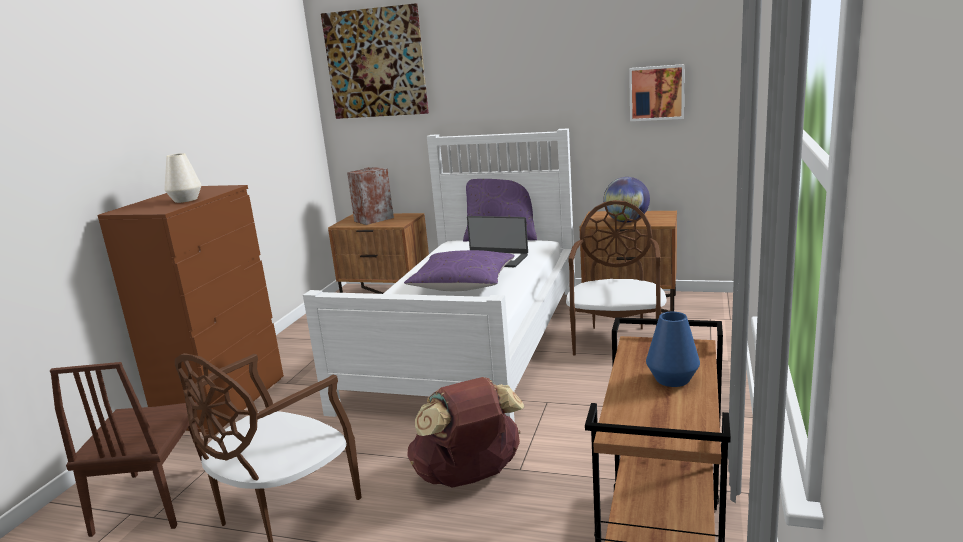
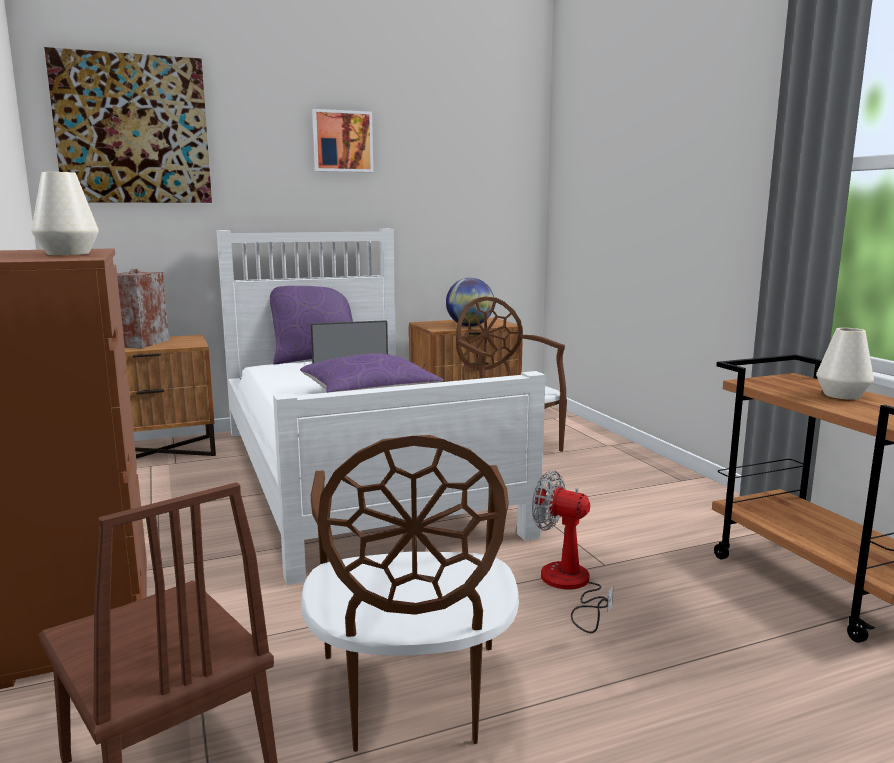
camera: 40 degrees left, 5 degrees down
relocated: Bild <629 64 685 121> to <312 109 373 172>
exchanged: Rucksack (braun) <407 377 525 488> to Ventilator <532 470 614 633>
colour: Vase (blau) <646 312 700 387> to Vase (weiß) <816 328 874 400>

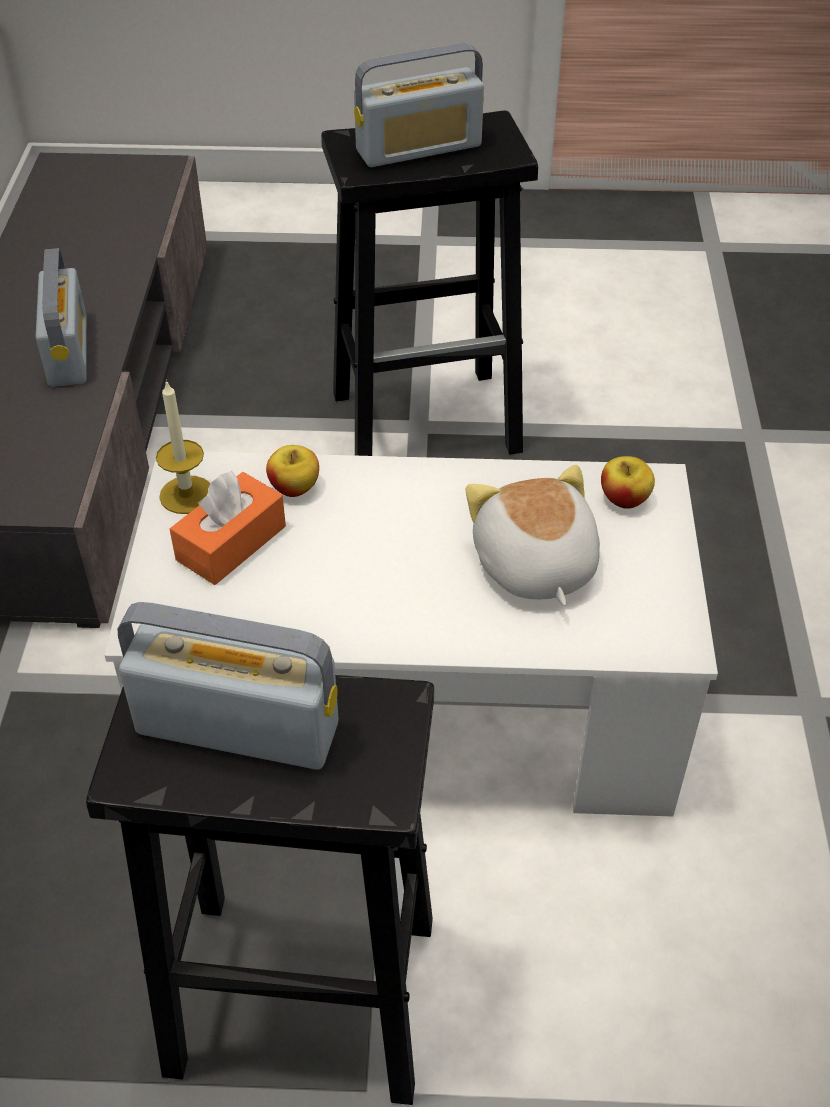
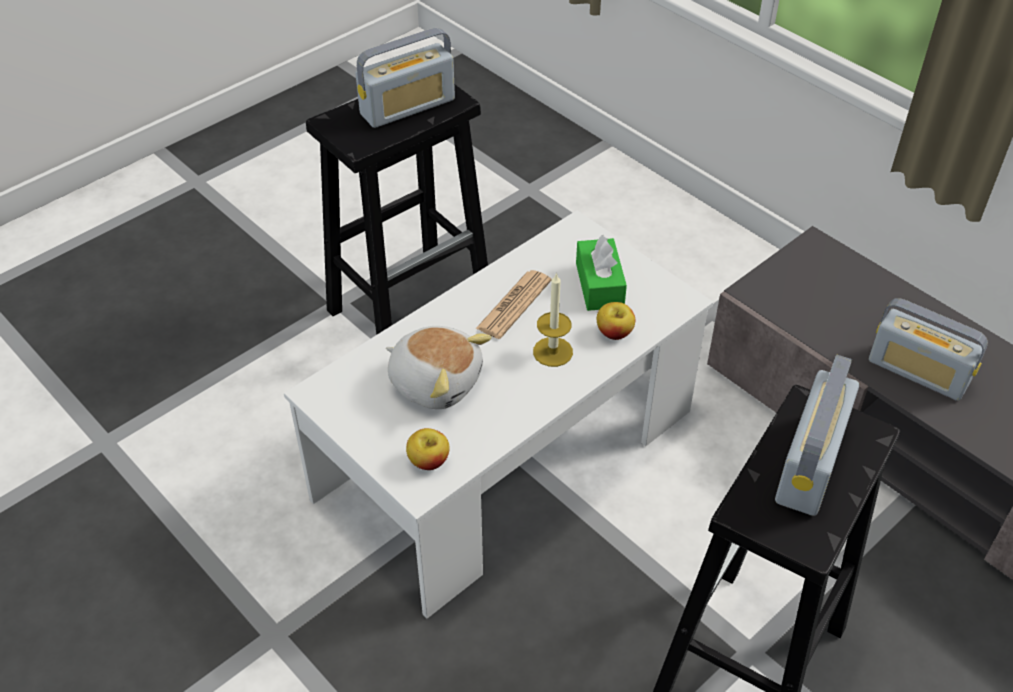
camera: 135 degrees right, 0 degrees up
appeared: Zeitung <476 270 552 339>
relocated: Kerze <156 380 211 514> to <533 272 573 367>
colour: Taschentuchbox (orange) <170 471 286 585> to Taschentuchbox (grün) <576 235 627 311>

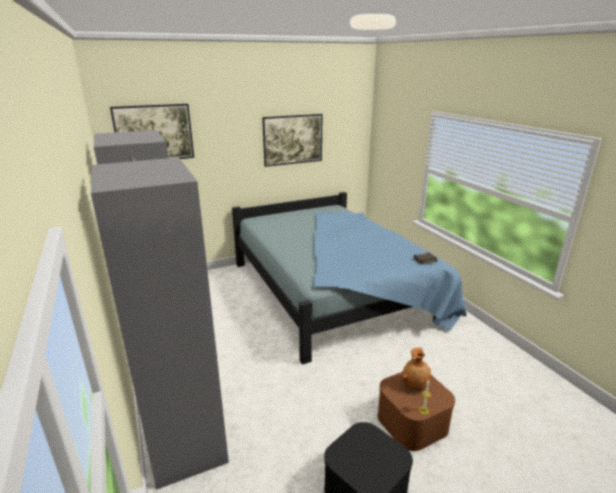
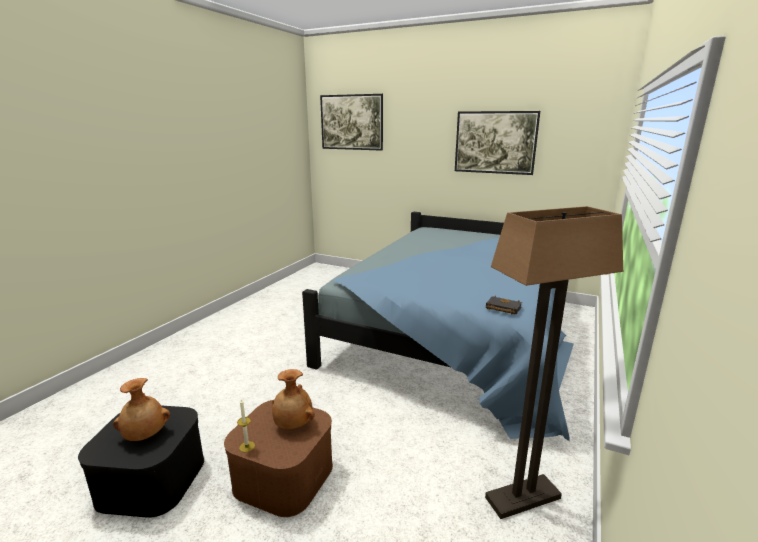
camera: 50 degrees right, 5 degrees down
missing: Kleiderschrank (grau) <91 130 229 490>
appeared: Stehlampe <485 206 623 519>; Vase (braun) <113 378 170 441>

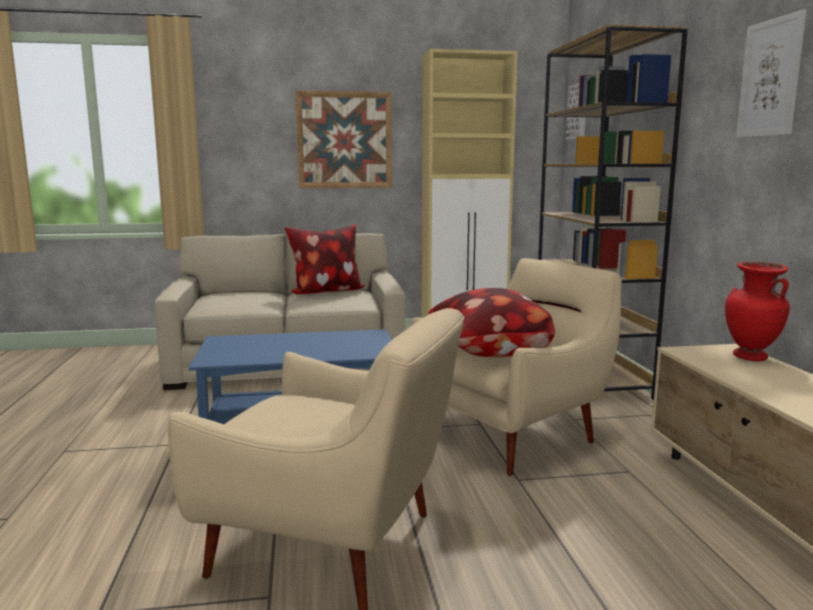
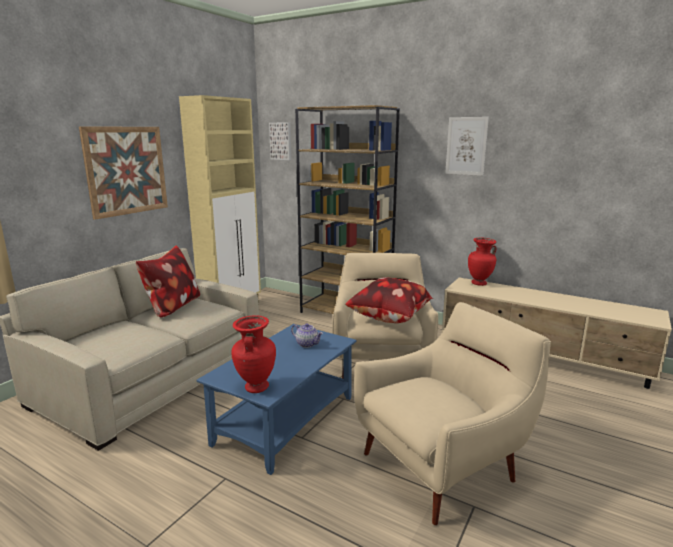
camera: 50 degrees left, 5 degrees up
appeared: Vase (rot) <231 315 276 393>; Teekanne <291 323 323 348>

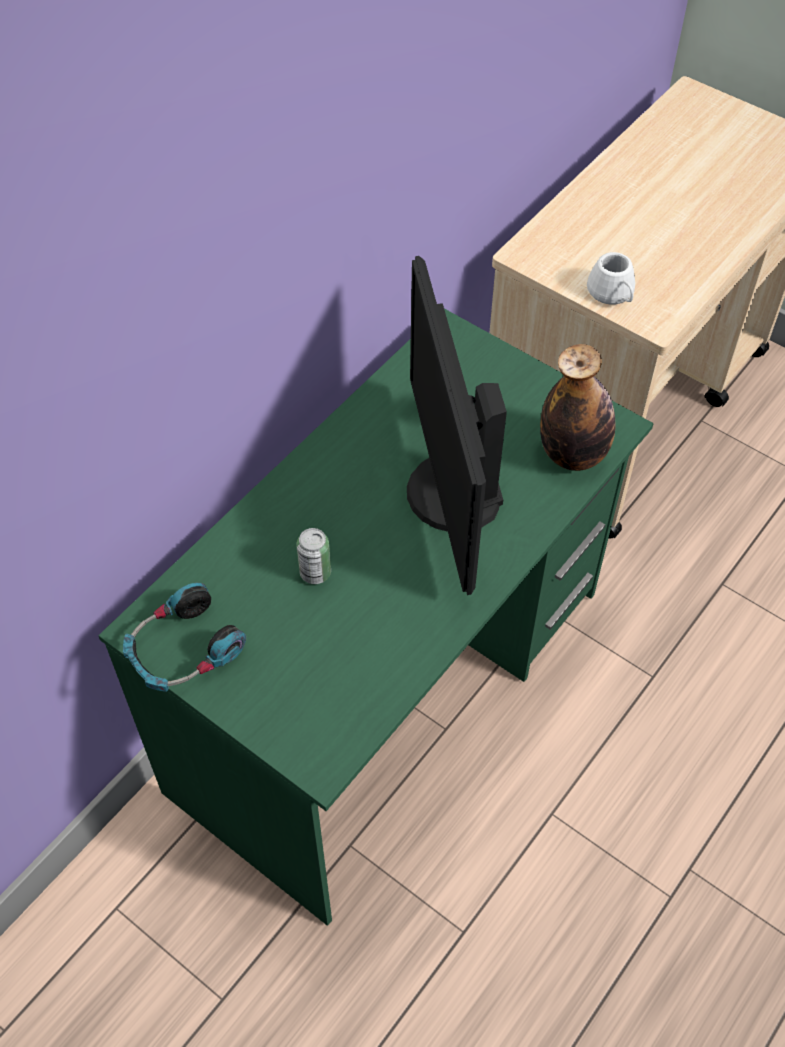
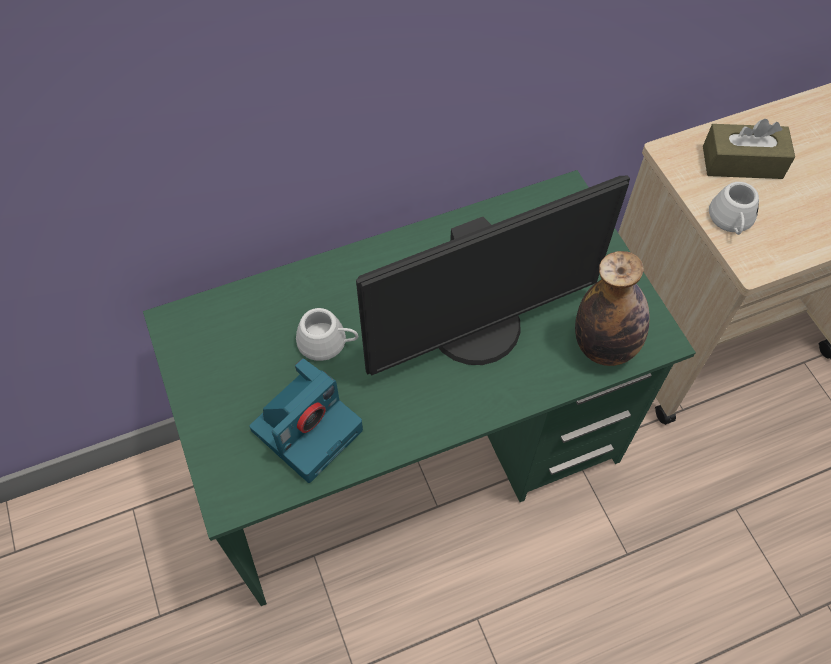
camera: 30 degrees right, 5 degrees up
missing: Kopfhörer <123 583 246 692>
appeared: Taschentuchbox (braun) <703 119 795 179>; Kamera <249 358 363 483>
exchanged: Dose <296 528 331 584> to Henkelbecher (weiß) <296 308 358 361>
spun: Monitor <407 256 507 595> = <356 176 630 376> 135 degrees counterclockwise

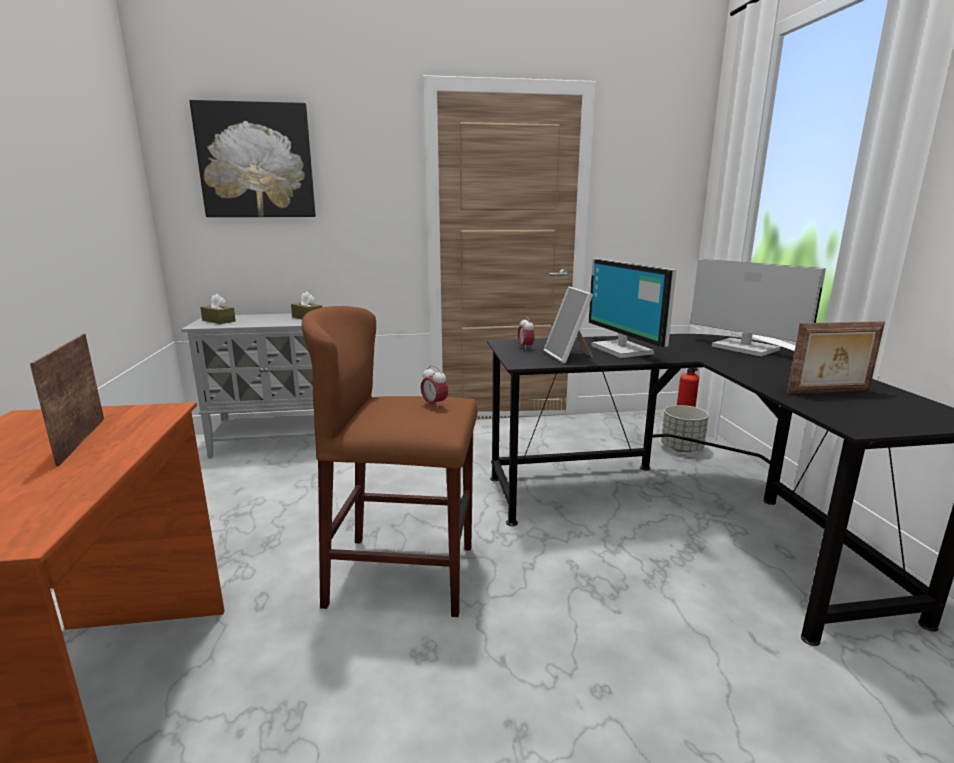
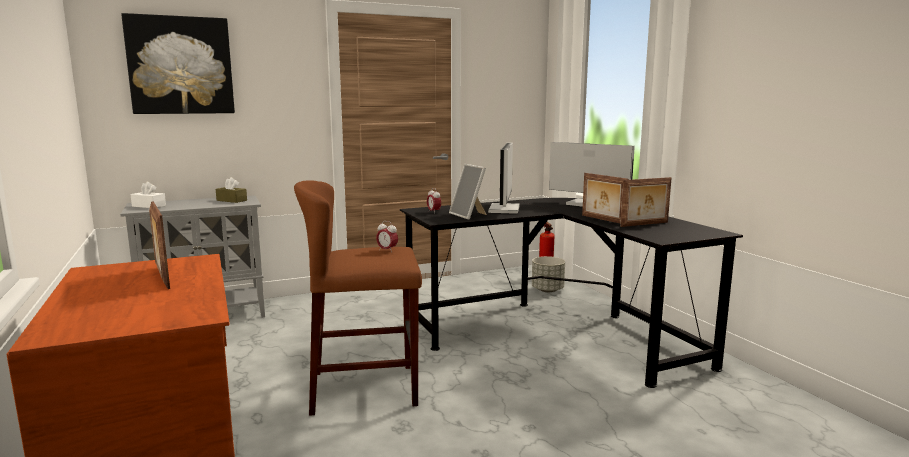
camera: 15 degrees left, 5 degrees down
appeared: Bilderrahmen <582 173 629 223>
colour: Taschentuchbox (braun) <200 294 236 324> to Taschentuchbox (weiß) <131 182 166 208>
spun: Monitor <589 259 677 358> = <488 143 519 214> 45 degrees clockwise

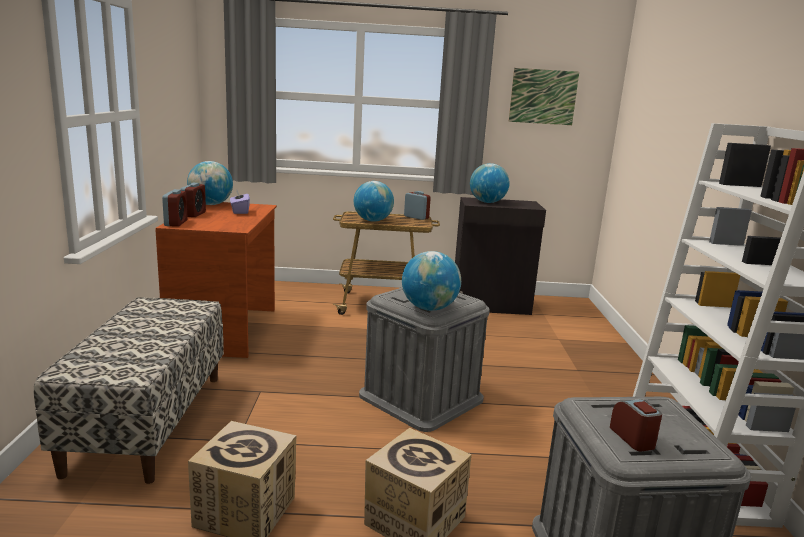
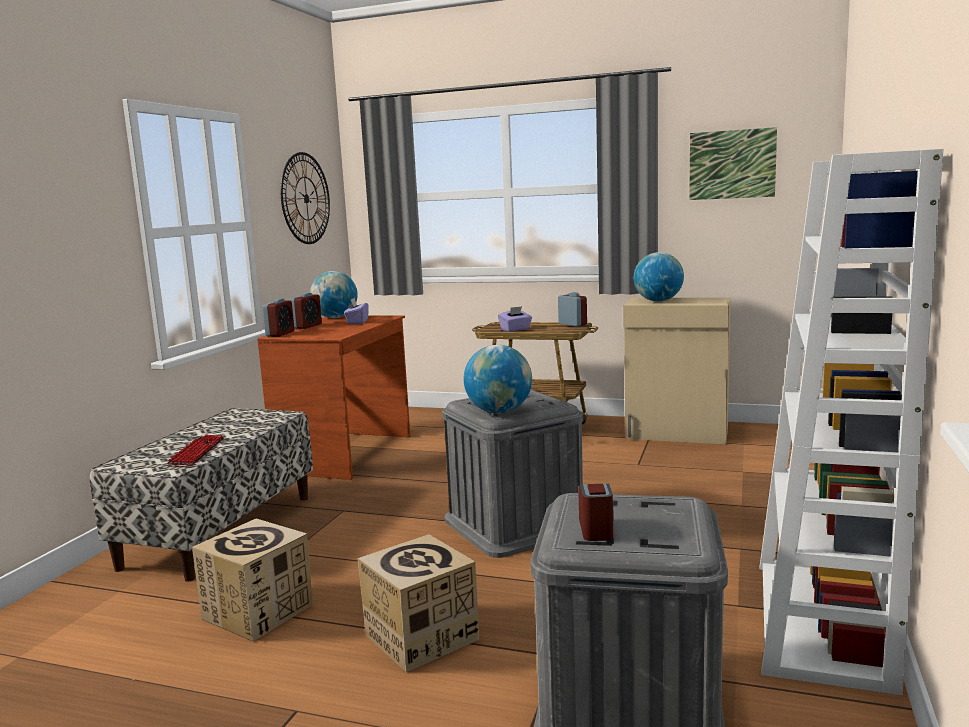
camera: 20 degrees right, 5 degrees down
appeared: Wanduhr <280 152 330 244>; Tastatur <167 435 224 465>
exchanged: Globus <354 181 394 222> to Taschentuchbox (lila) <498 306 532 332>
colour: Schrank (schwarz) <455 197 546 315> to Schrank (beige) <623 297 731 444>

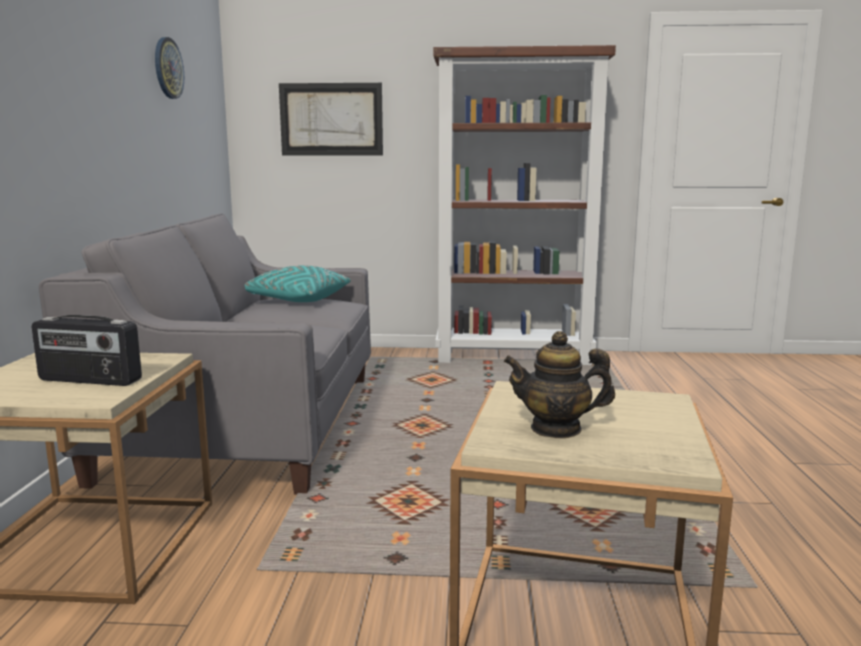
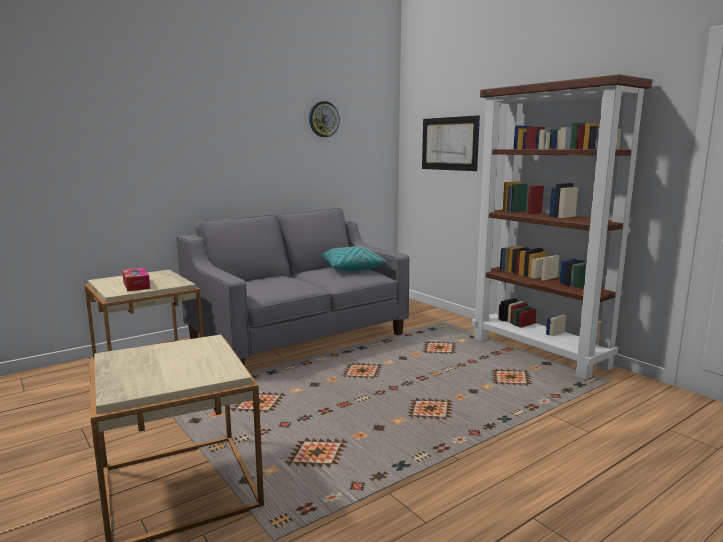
camera: 50 degrees right, 0 degrees up
missing: Teekanne <504 331 615 438>
exchanged: Radio <32 315 142 386> to Taschentuchbox <122 268 150 291>

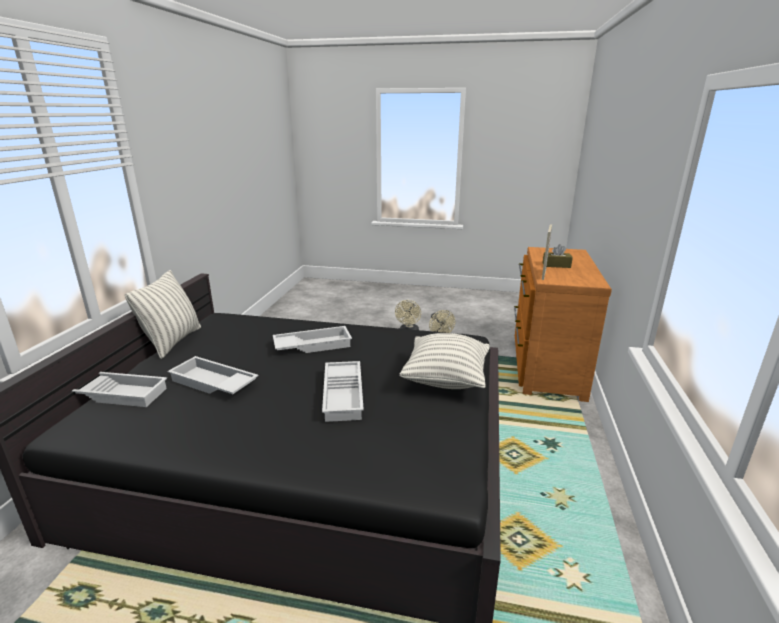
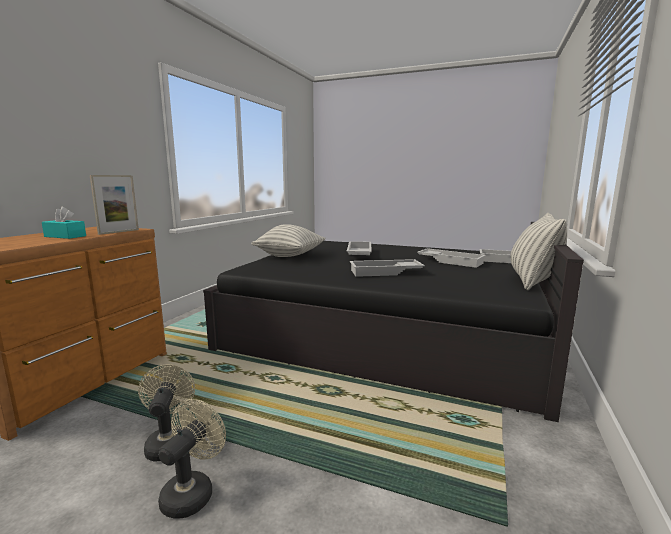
camera: 170 degrees left, 10 degrees down
colour: Taschentuchbox (braun) <543 244 573 268> to Taschentuchbox (türkis) <42 207 86 239>

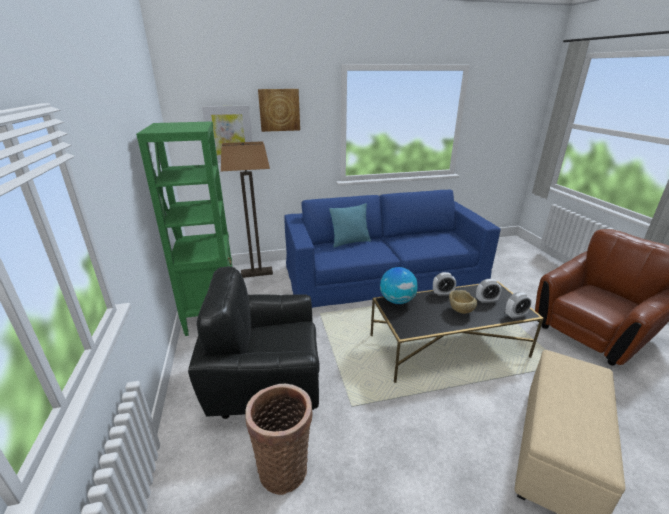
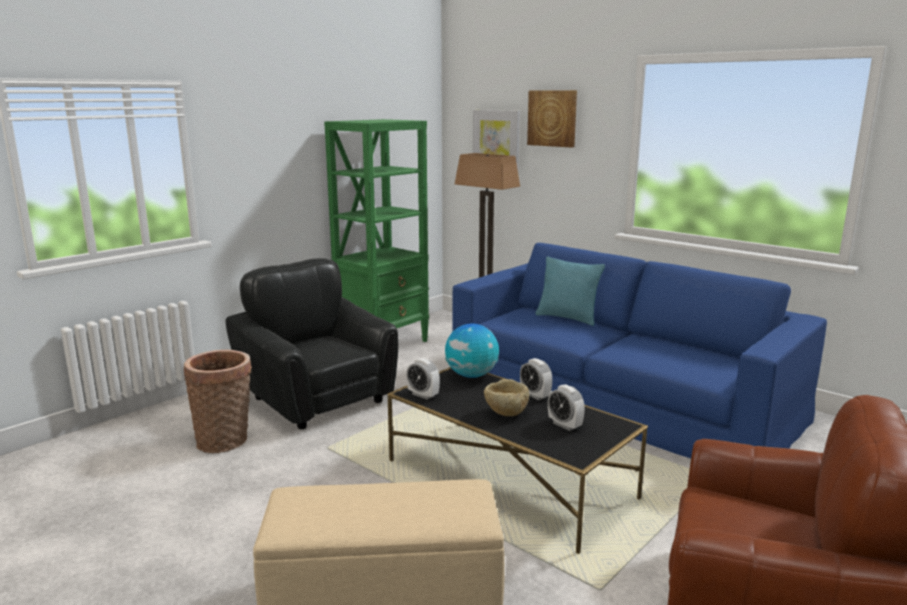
camera: 55 degrees right, 10 degrees down
relocated: Wecker <505 292 532 319> to <406 358 440 400>

